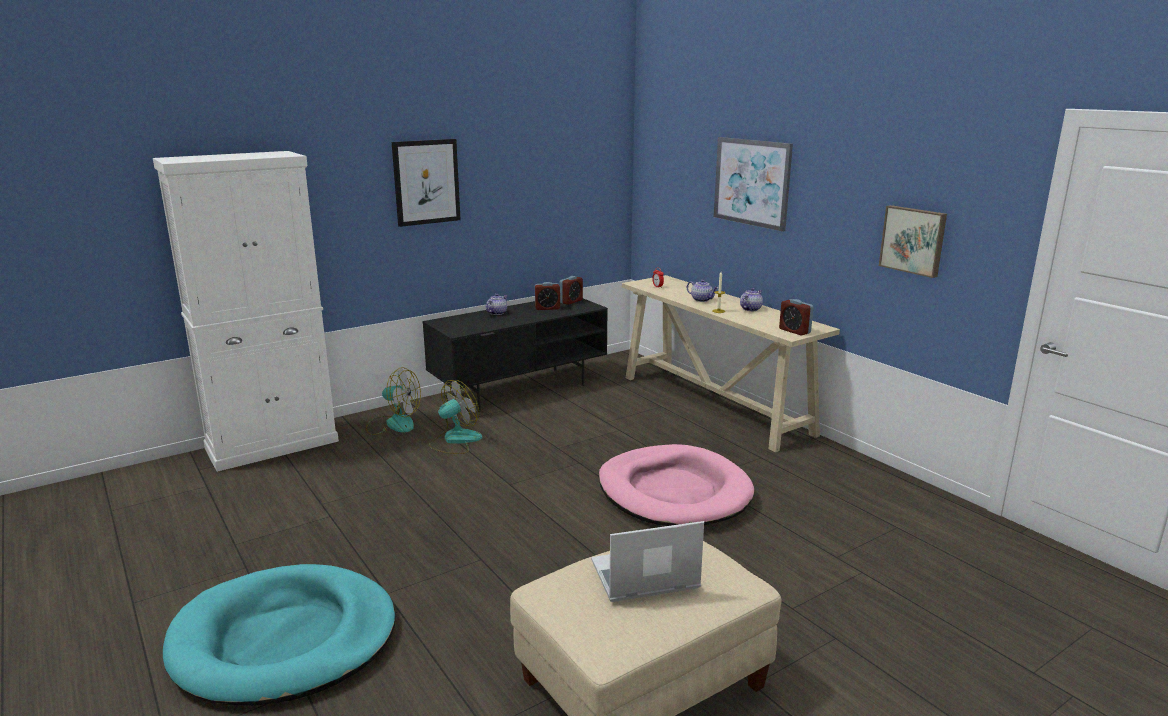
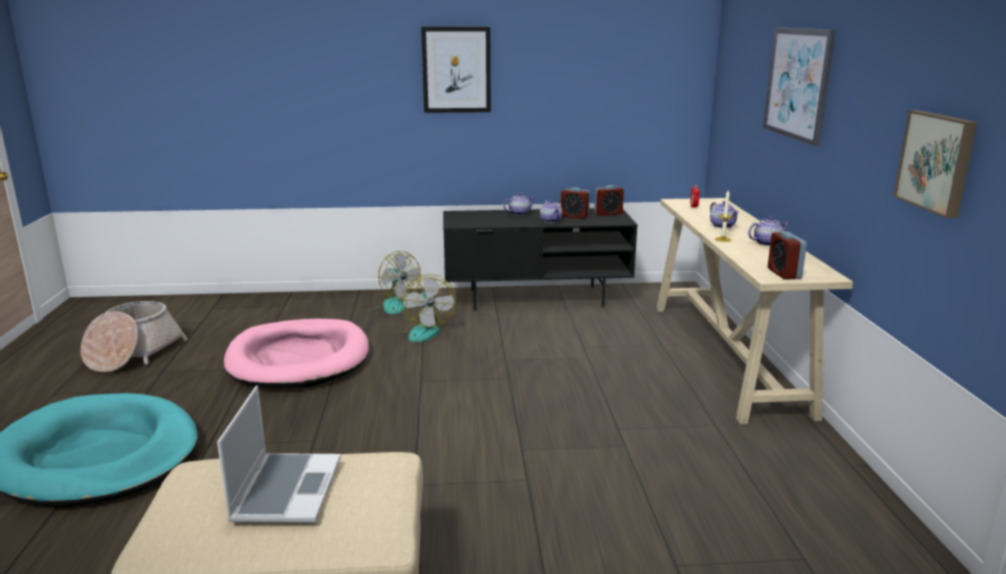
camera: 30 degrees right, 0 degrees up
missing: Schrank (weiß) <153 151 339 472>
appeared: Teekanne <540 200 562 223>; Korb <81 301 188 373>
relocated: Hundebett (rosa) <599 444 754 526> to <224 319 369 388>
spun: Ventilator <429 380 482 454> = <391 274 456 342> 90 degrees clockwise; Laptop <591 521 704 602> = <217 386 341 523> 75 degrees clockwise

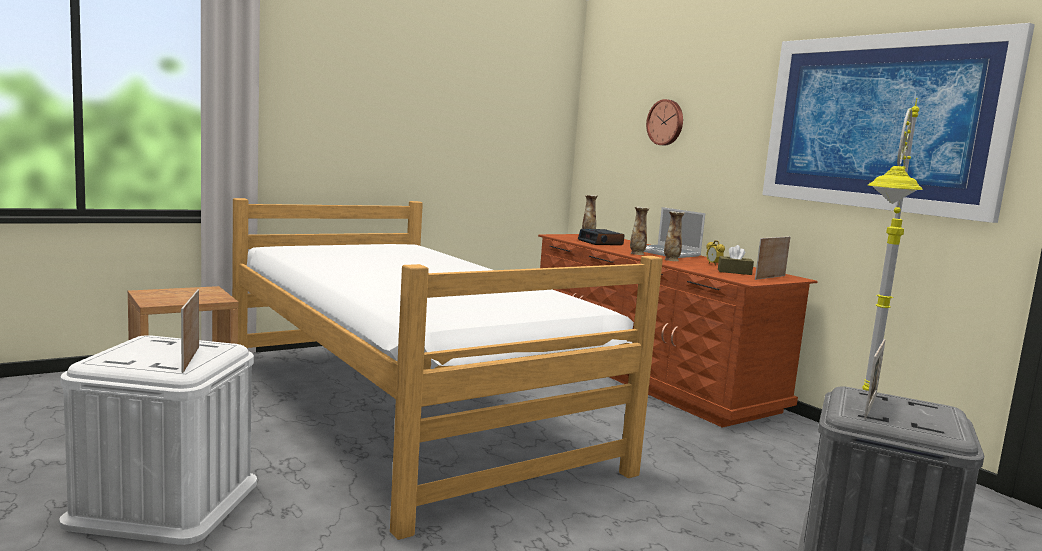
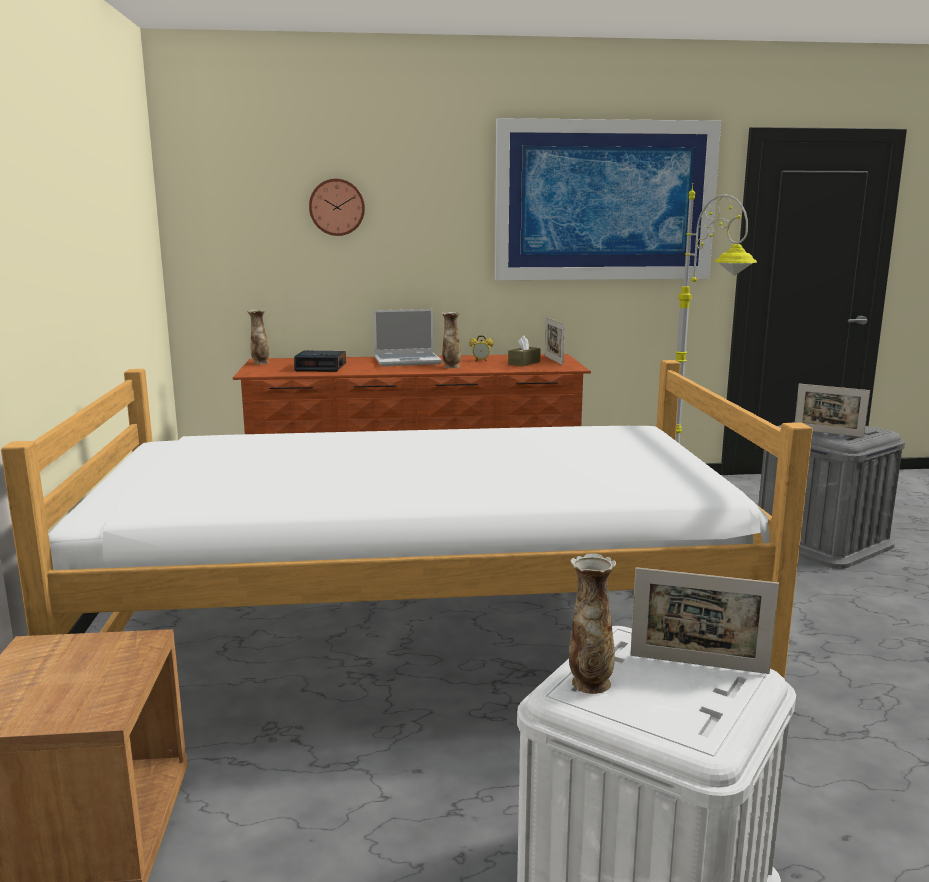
camera: 60 degrees left, 5 degrees up
relocated: Vase <630 207 650 255> to <569 553 616 694>
spun: Bilderrahmen <864 339 885 419> = <795 384 870 437> 150 degrees clockwise

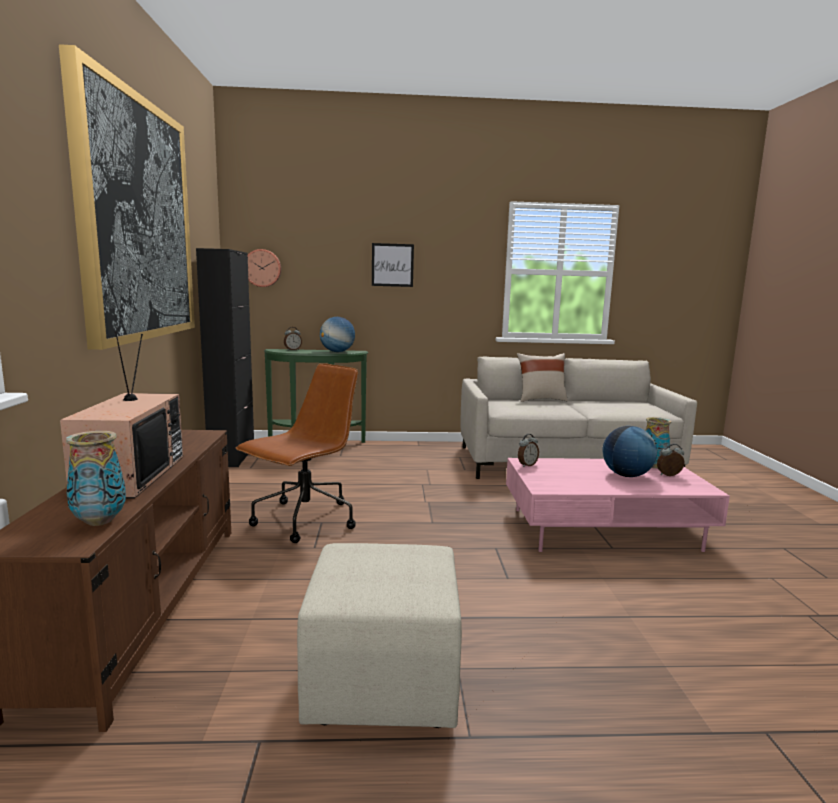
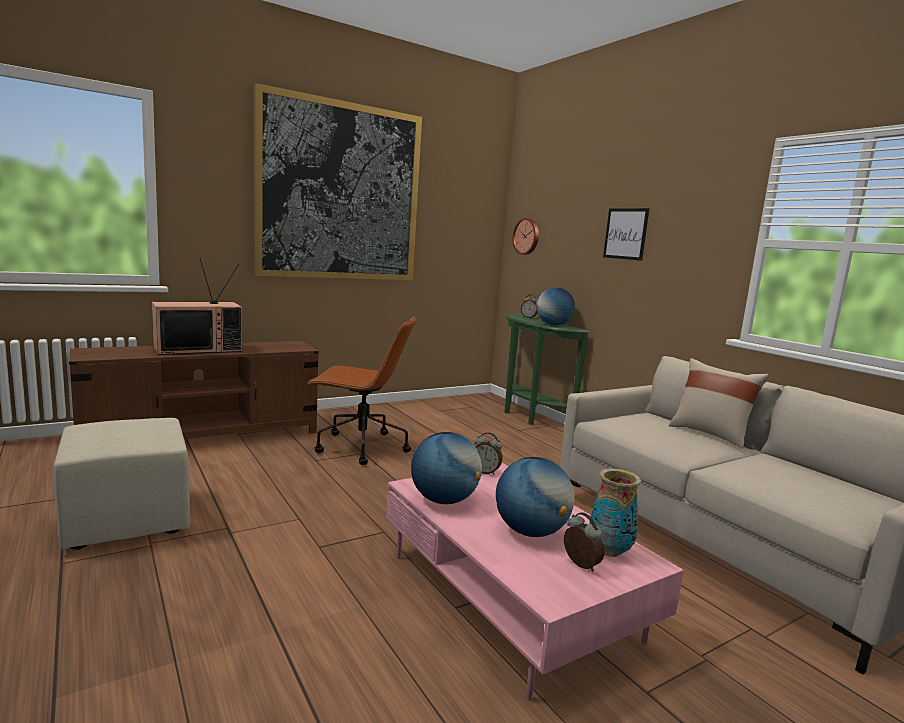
camera: 60 degrees right, 0 degrees up
missing: Schrank (schwarz) <196 248 254 467>; Vase <66 431 126 526>
appeared: Globus <411 432 482 504>

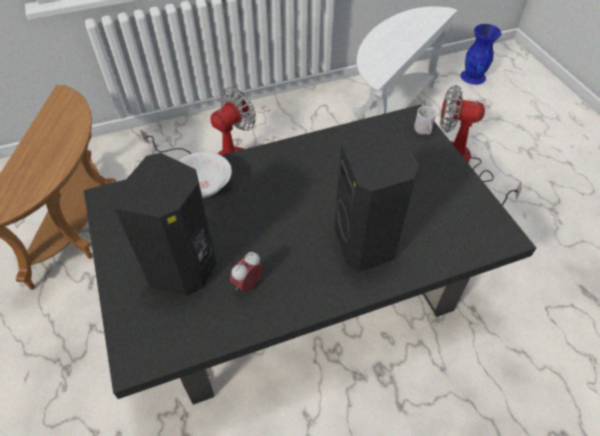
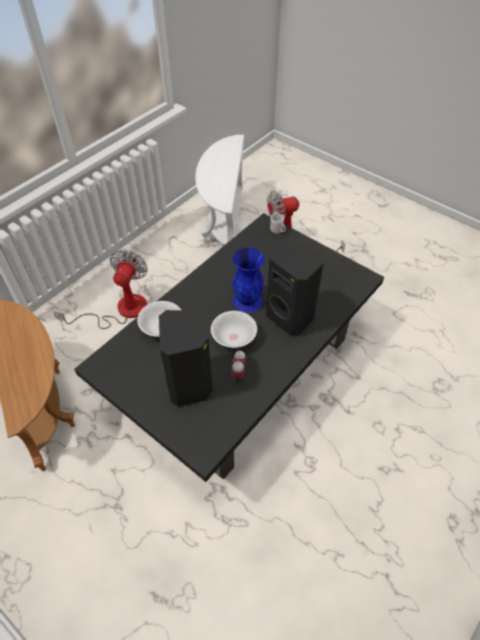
camera: 30 degrees left, 0 degrees up
appeared: Schüssel (weiß) <211 311 257 348>
relocated: Vase (blau) <460 24 501 85> to <232 248 265 312>

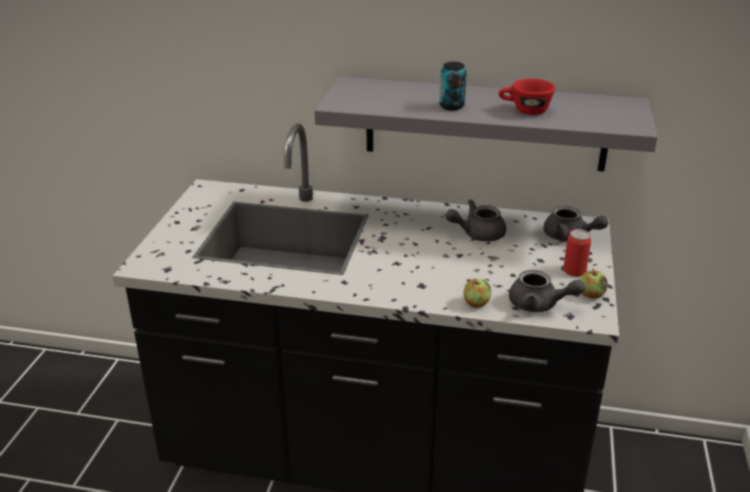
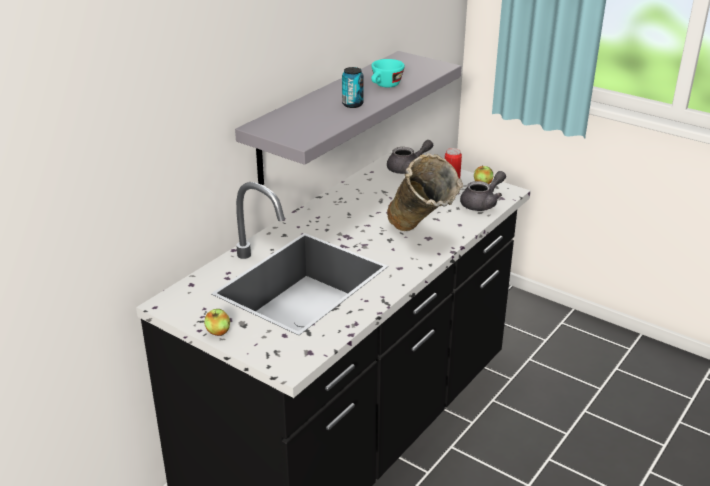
camera: 65 degrees left, 0 degrees up
missing: Teekanne (grau) <445 199 506 242>
appeared: Vase (beige) <387 153 463 231>
relocated: Apfel <463 279 491 308> to <204 309 230 336>
colour: Tasse (rot) <499 78 555 115> to Tasse (türkis) <371 59 405 88>

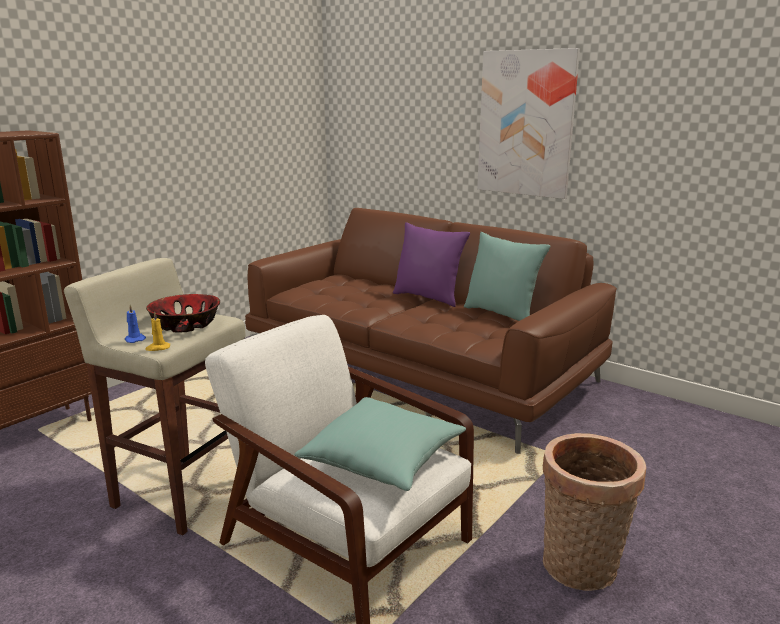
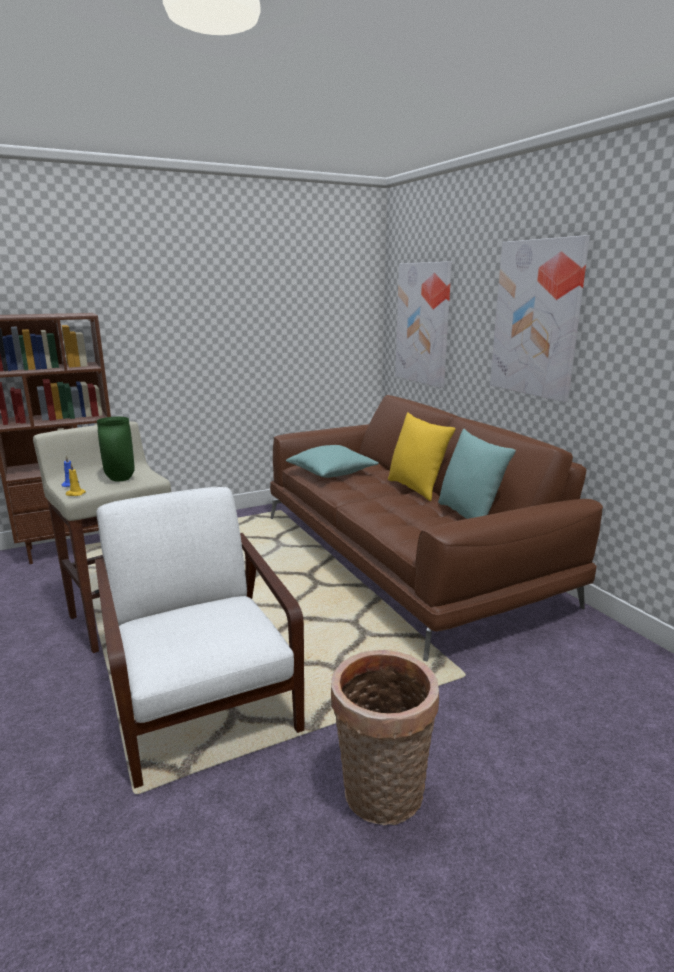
camera: 25 degrees right, 0 degrees up
appeared: Bild <395 262 452 388>
relocated: Kissen (türkis) <294 397 466 491> to <286 445 379 478>
exchanged: Schüssel <146 294 220 333> to Vase (grün) <97 417 135 481>
colour: Kissen (lila) <393 222 470 307> to Kissen (gelb) <388 412 455 501>

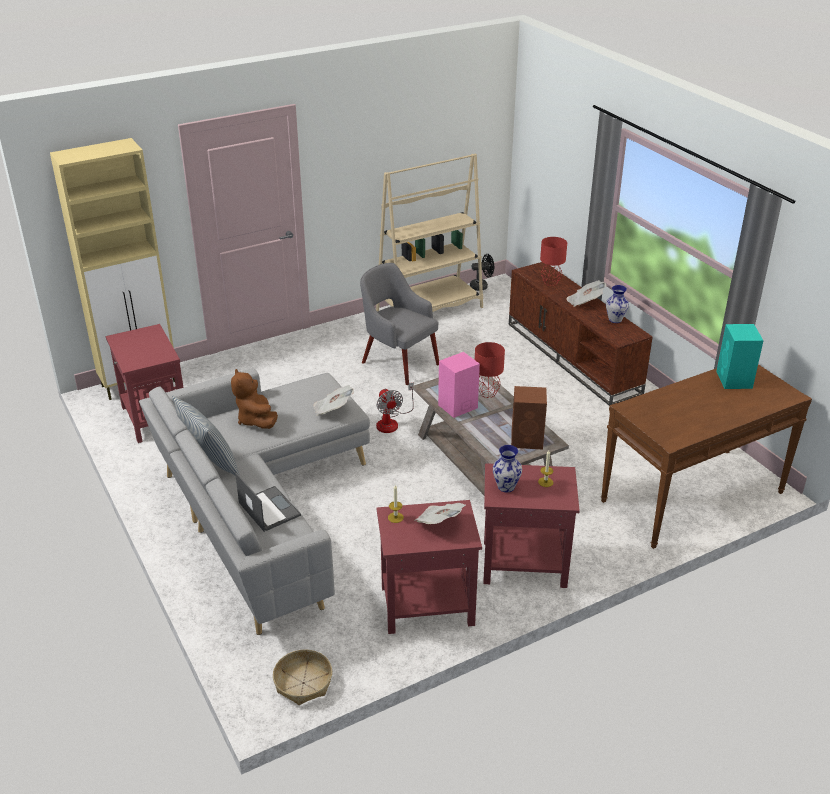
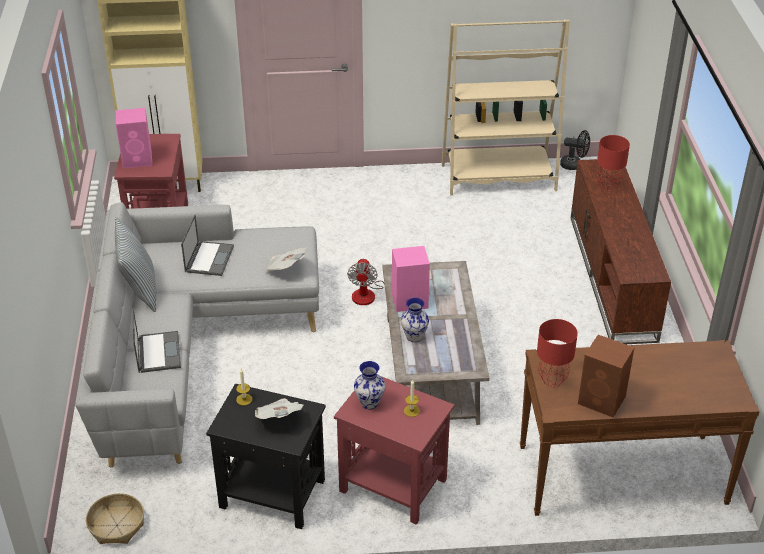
camera: 25 degrees right, 5 degrees up
missing: Sessel (grau) <360 263 439 385>; Zeitung <566 280 607 307>; Lautsprecher (türkis) <716 324 764 389>
appeared: Lautsprecher (rosa) <116 108 153 168>
relocated: Vase <606 285 629 323> to <401 298 429 342>; Tischlampe (rot) <475 342 505 398> to <537 319 578 387>; Lautsprecher (braun) <511 386 547 449> to <578 335 635 417>
exchanged: Plüschtier (braun) <231 369 278 429> to Laptop <181 215 234 276>
colour: Beistelltisch (rot) <377 500 482 634> to Beistelltisch (schwarz) <206 384 326 529>

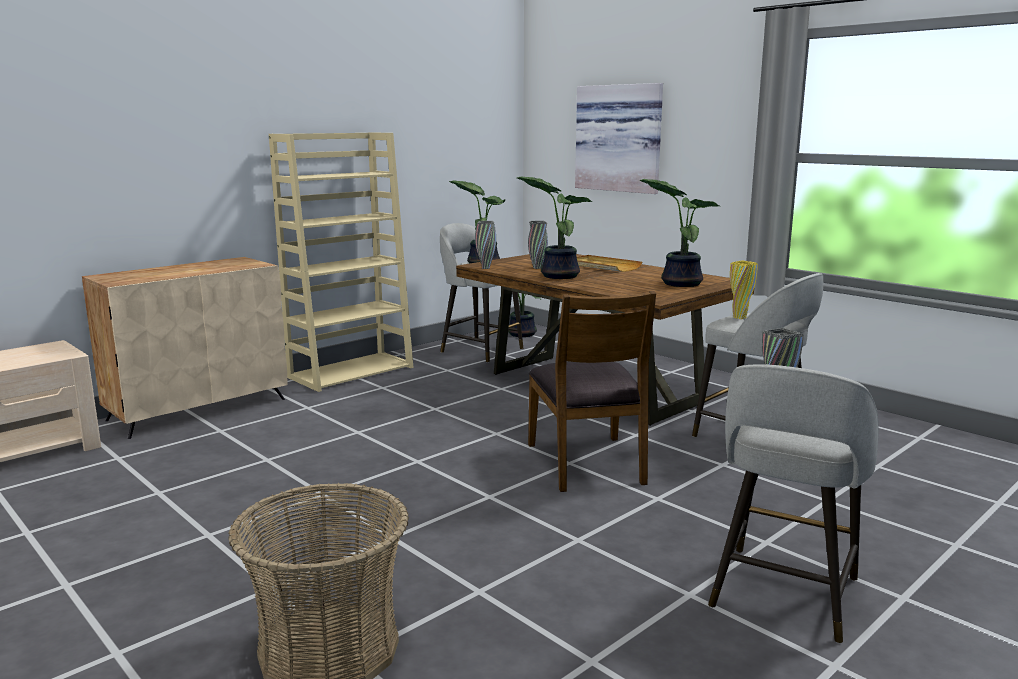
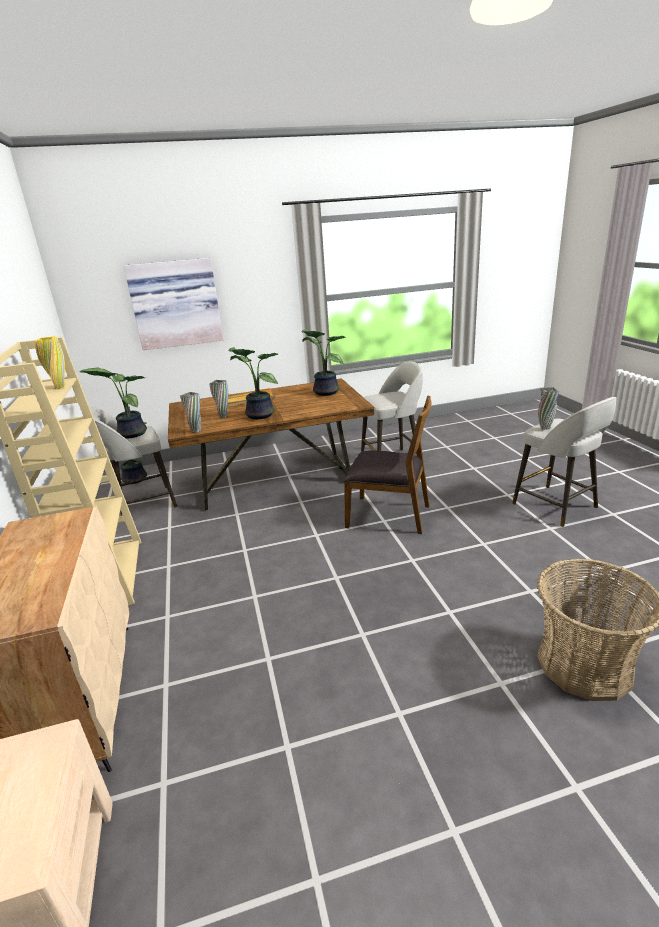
camera: 60 degrees left, 10 degrees up
relocated: Vase (gelb) <730 260 758 319> to <34 336 65 389>

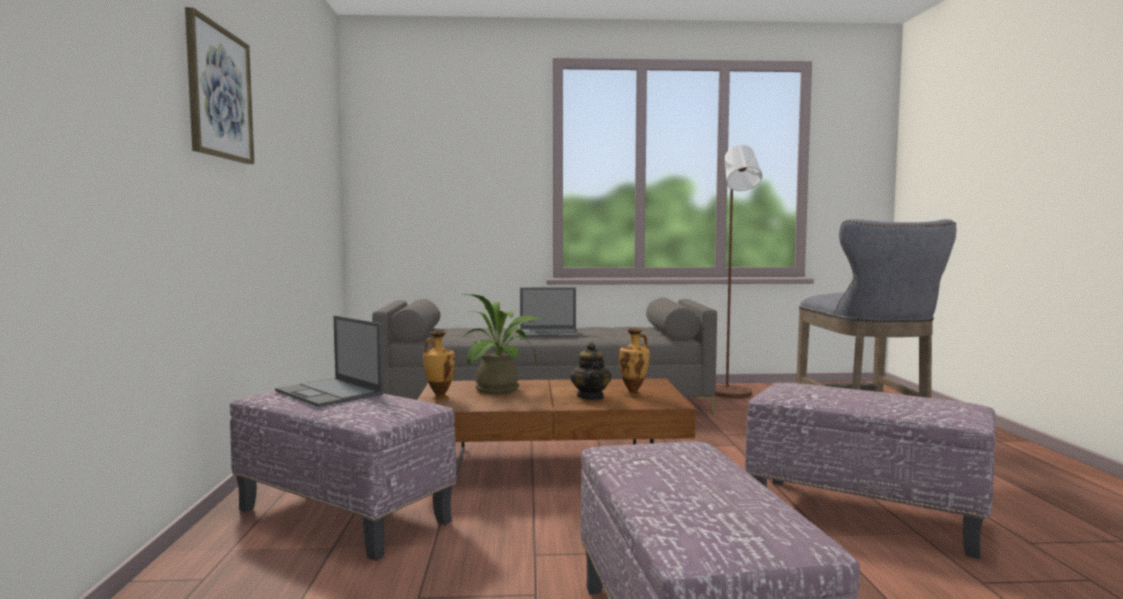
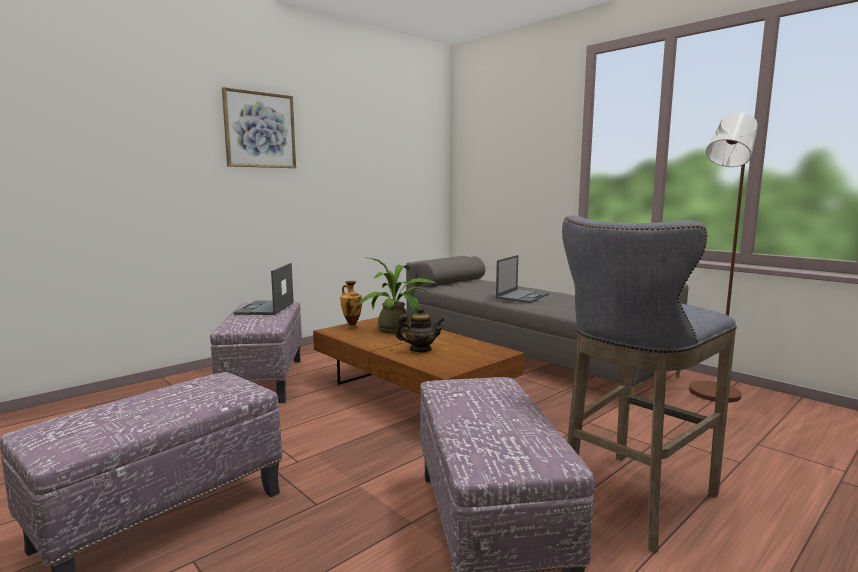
camera: 50 degrees right, 5 degrees up
missing: Vase <619 328 650 396>
spun: Laptop <519 287 578 337> = <496 255 549 303> 105 degrees counterclockwise; Teekanne <570 342 611 400> = <395 306 444 352> 135 degrees counterclockwise

